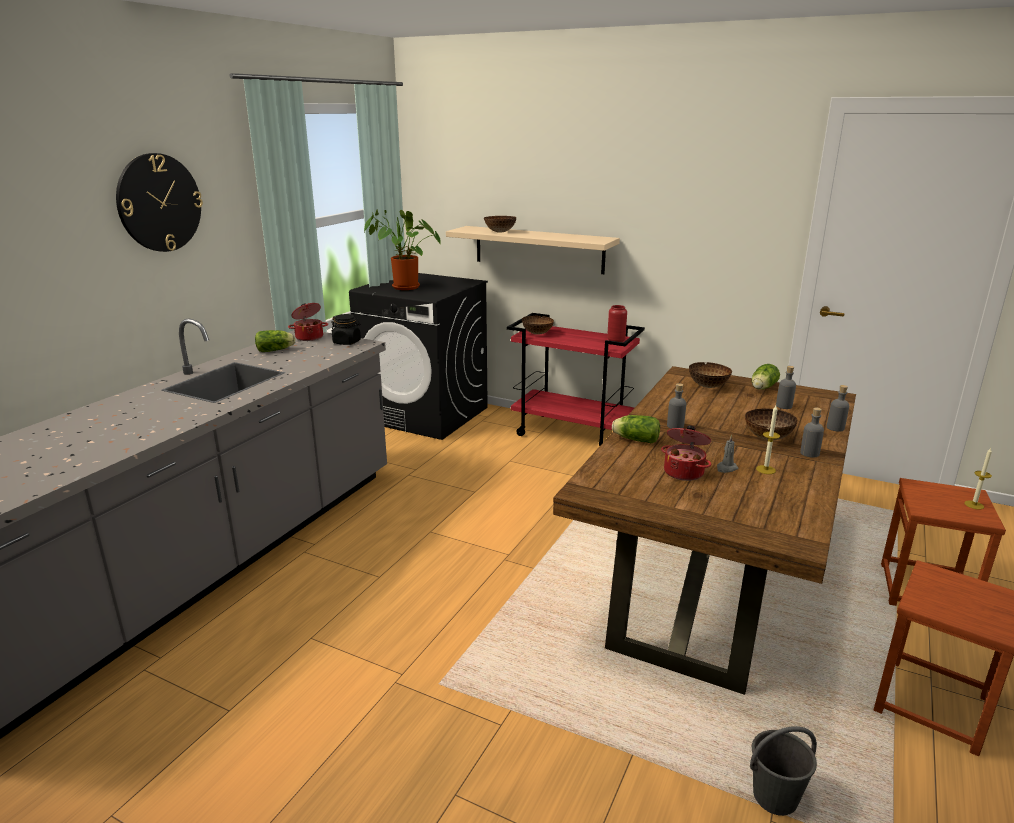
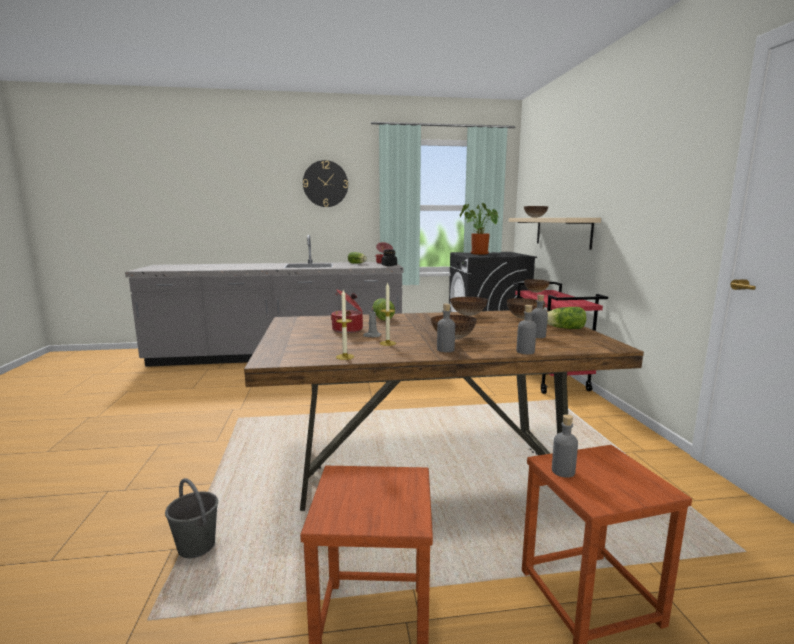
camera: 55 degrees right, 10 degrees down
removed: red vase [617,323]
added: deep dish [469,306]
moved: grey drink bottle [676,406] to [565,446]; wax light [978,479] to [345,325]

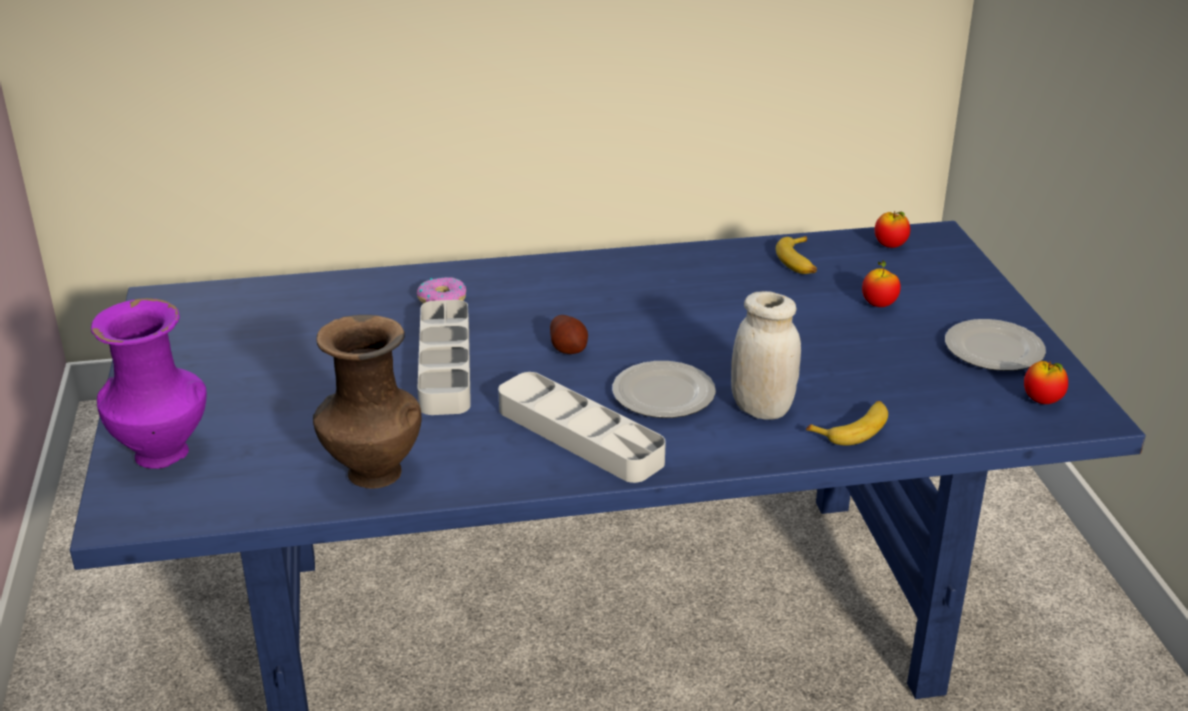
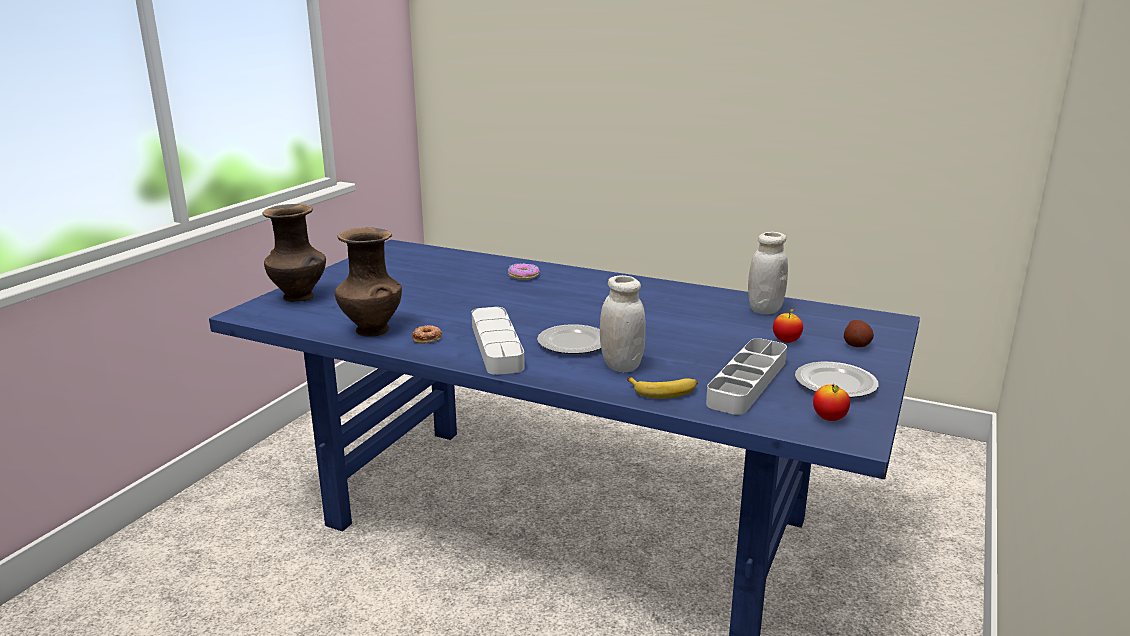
camera: 35 degrees right, 10 degrees down
removed: apple [892,229]
added: doughnut [427,334]
moved: grey serving tray [444,357] to [746,376]; whole potato [569,334] to [859,333]
replaced: banana fruit [796,255] to whitish preserve jar [768,273]
recoloured: purple-coloured vase [149,383] to brown-coloured vase [294,253]

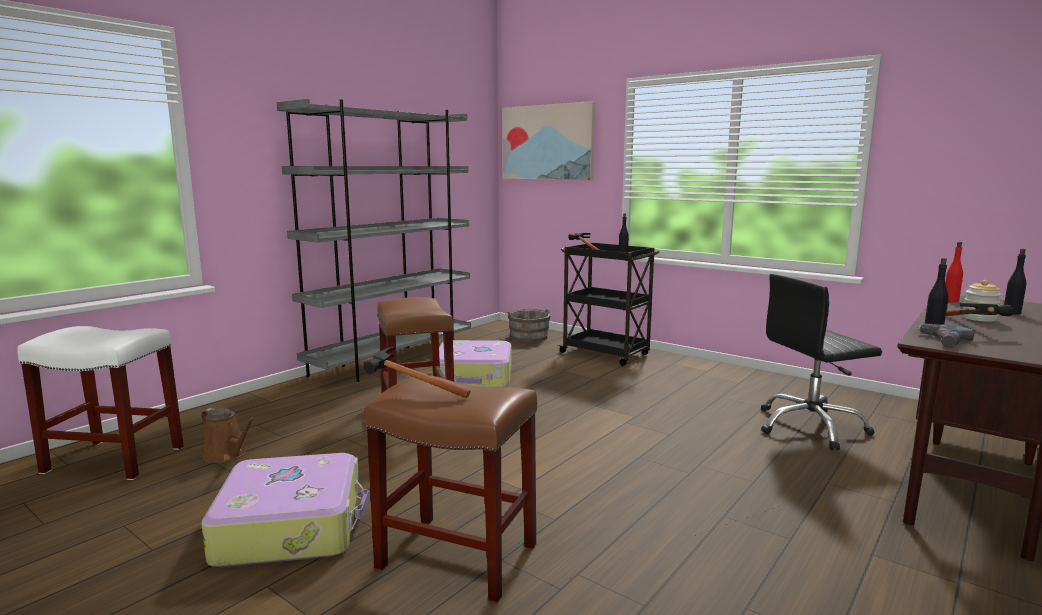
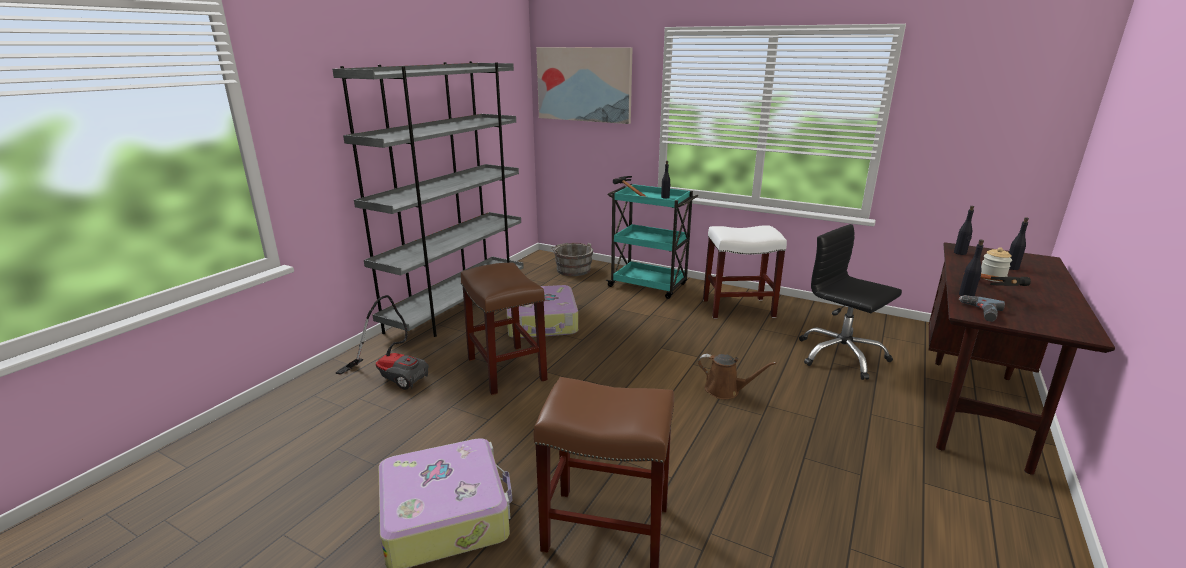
camera: 10 degrees left, 10 degrees up
removed: hand hammer [417,372]
added: vacuum [382,342]
moved: whitish stool seat [100,403] to [745,272]; brown-coloured sprinkling can [228,435] to [737,376]
recoloured: black cart [609,304] to blue-green cart [652,241]; red drink bottle [954,272] to black drink bottle [964,230]
turned: black desk chair [821,362] = [850,302] 75 degrees clockwise

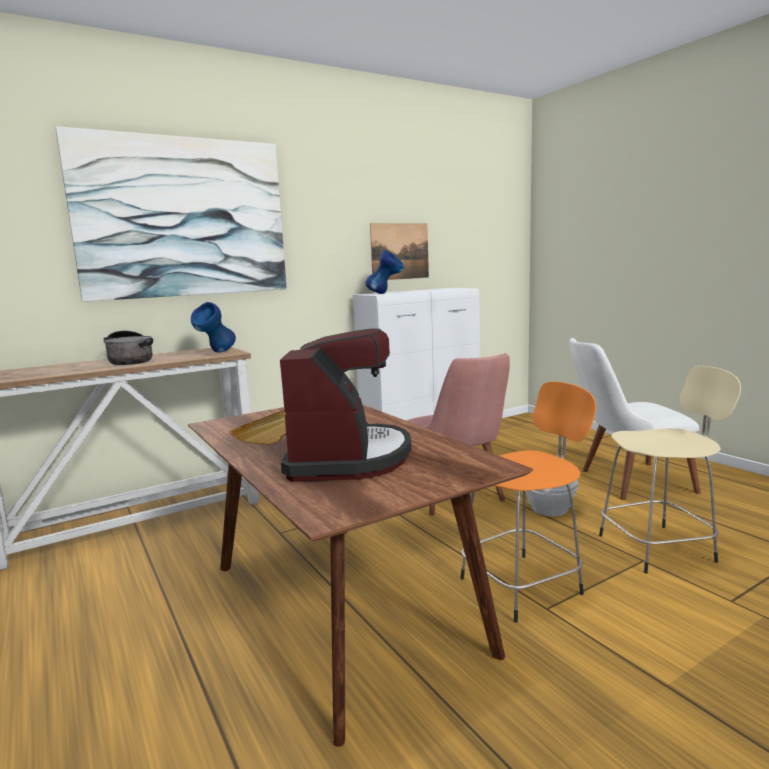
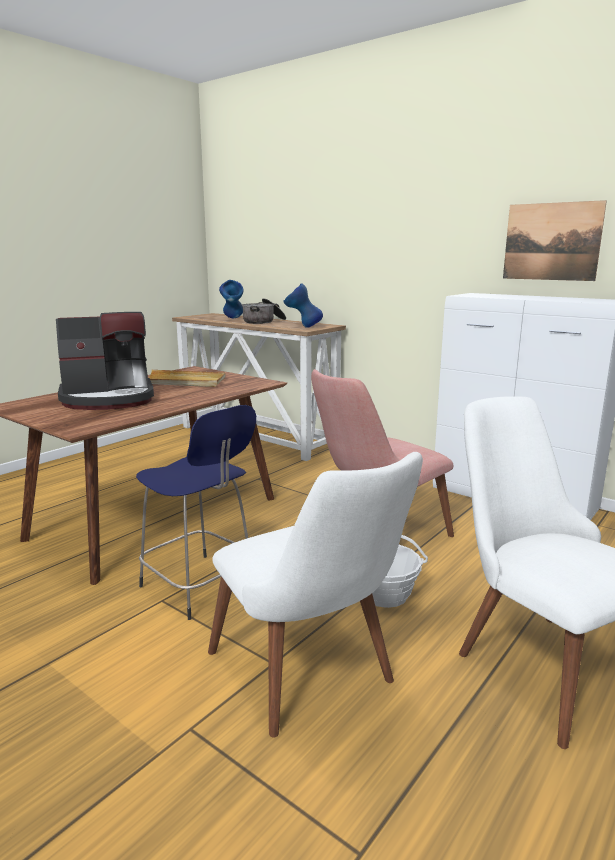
camera: 70 degrees right, 5 degrees up
removed: picture [171,214]
moved: blue vase [384,272] to [231,299]
replaced: sand-coloured stool seat [670,470] to whitish plain chair [315,595]
recoloured: orange-coloured stool seat [528,502] to blue stool seat [196,512]

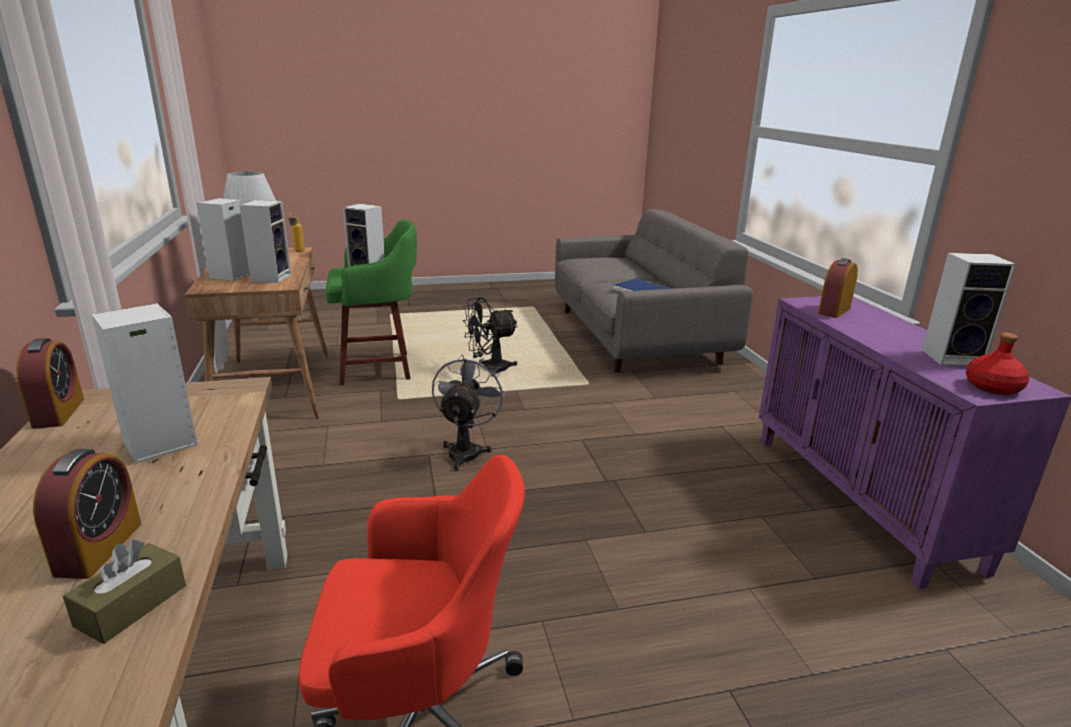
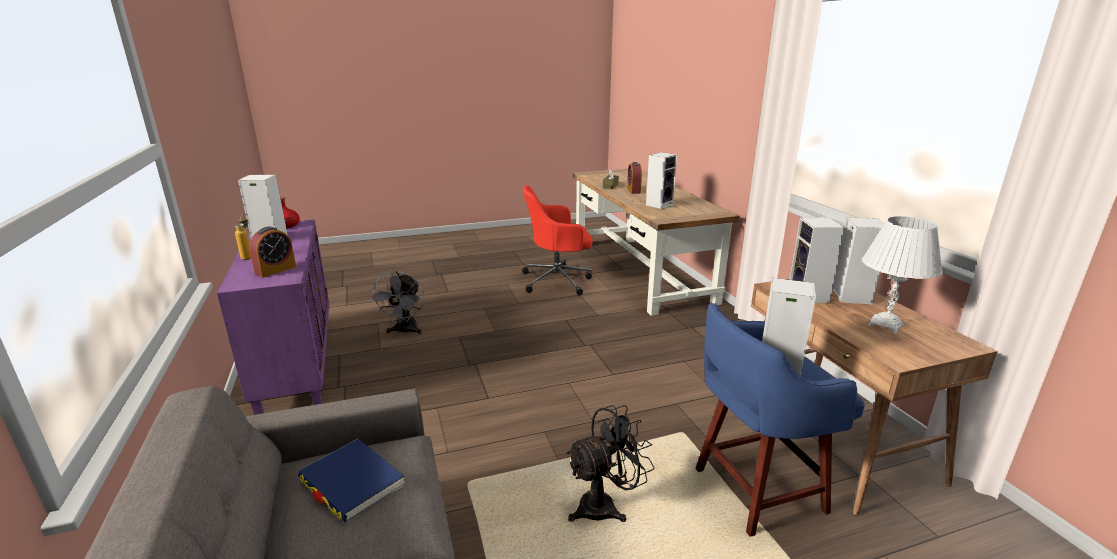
camera: 175 degrees right, 0 degrees up
removed: bedside clock [50,383]
moved: drink bottle [296,232] to [243,237]; grey fan [469,413] to [397,303]
recoloured: green-coloured stool seat [371,302] to blue stool seat [780,420]

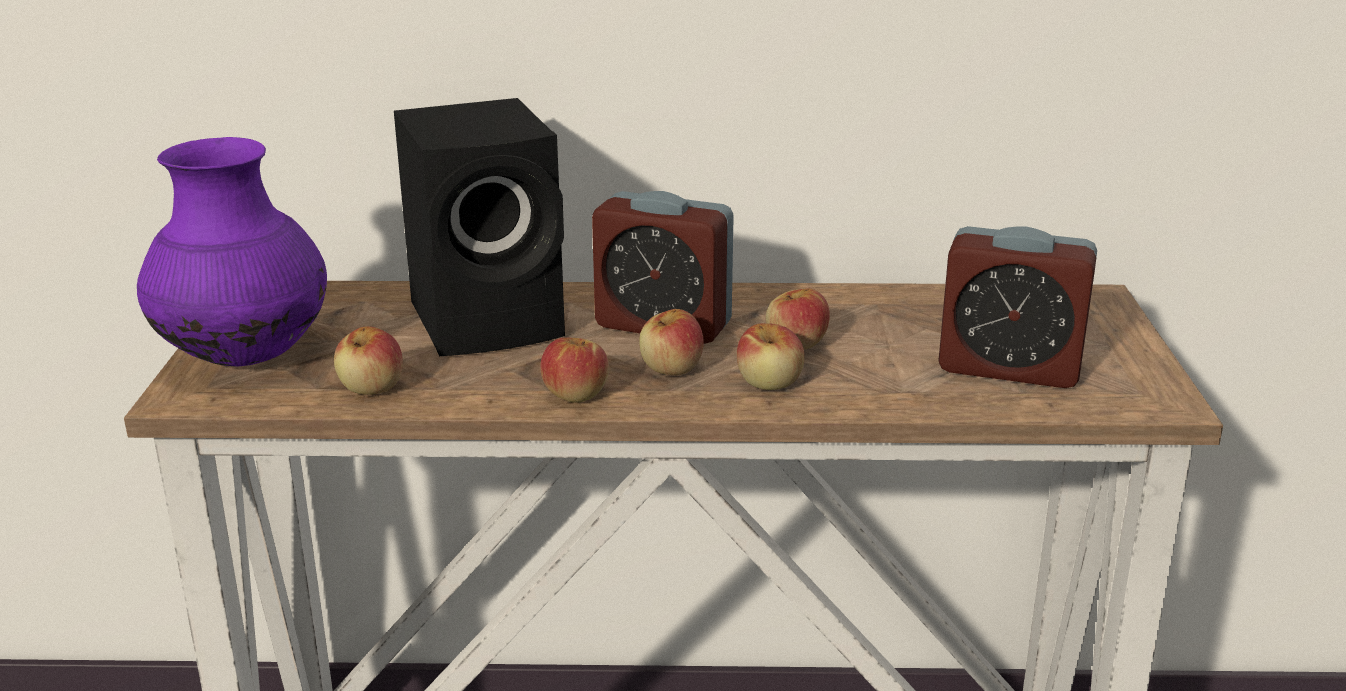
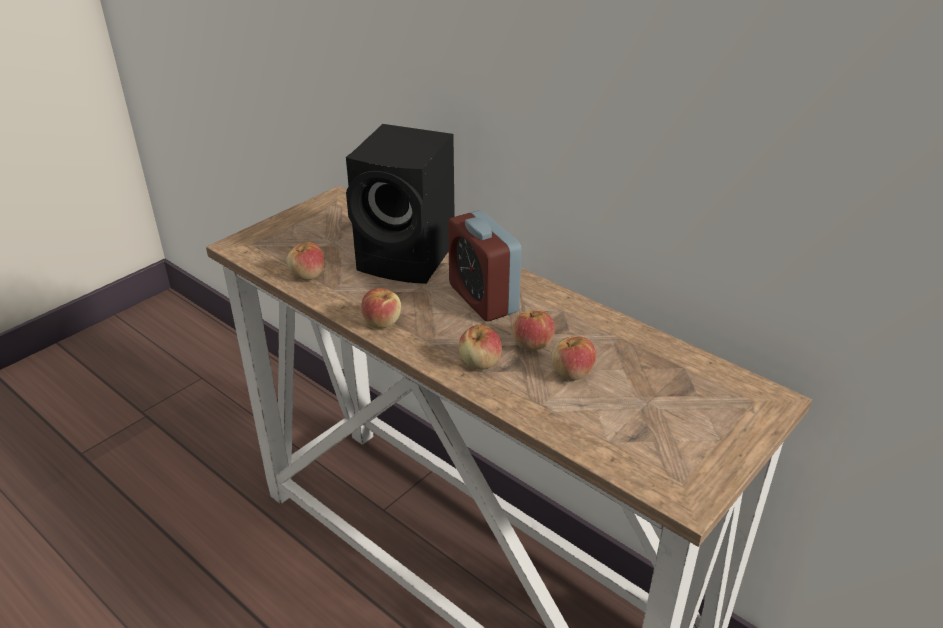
camera: 40 degrees right, 10 degrees up
removed: purple-coloured vase [232,251]; bedside clock [1017,307]
moved: apple [671,342] to [573,358]

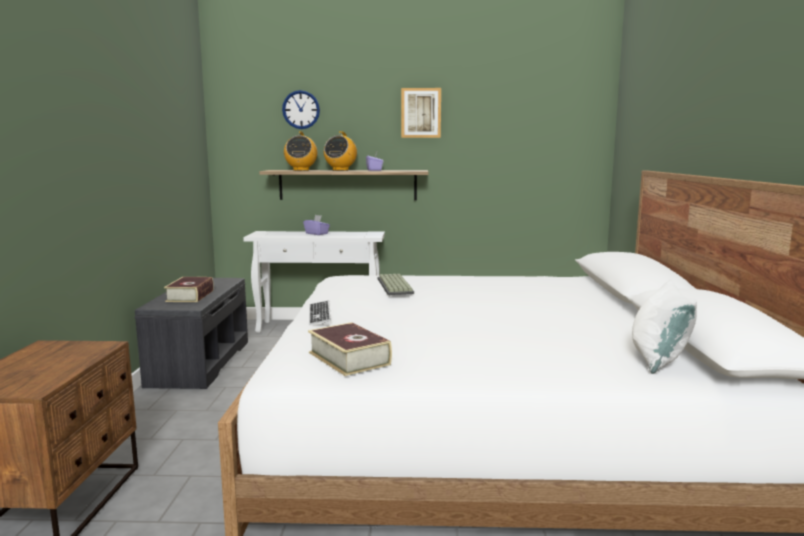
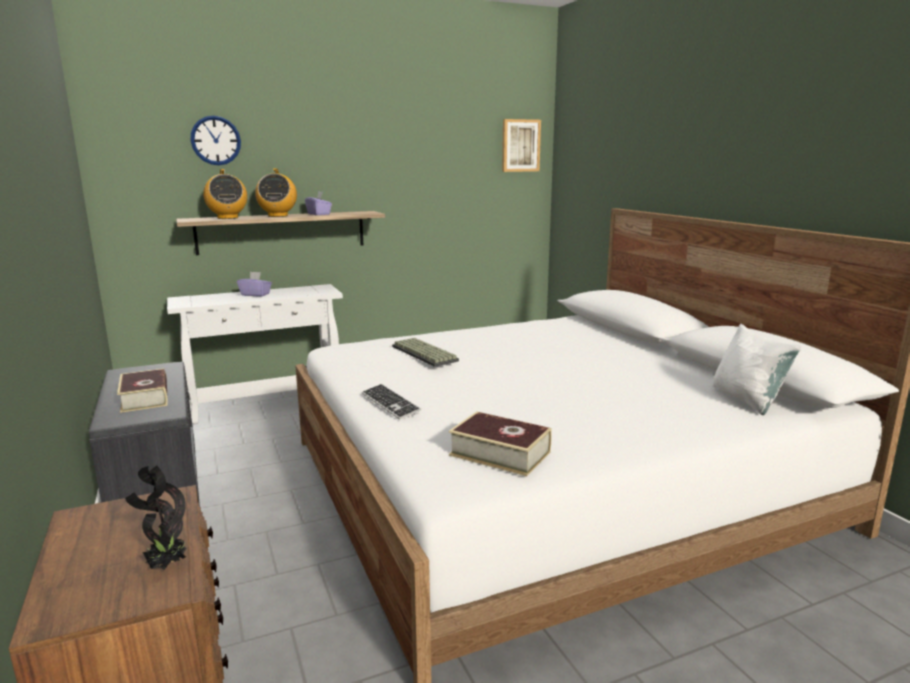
camera: 25 degrees left, 5 degrees up
added: plant in a pot [156,518]
moved: picture [421,113] to [521,145]

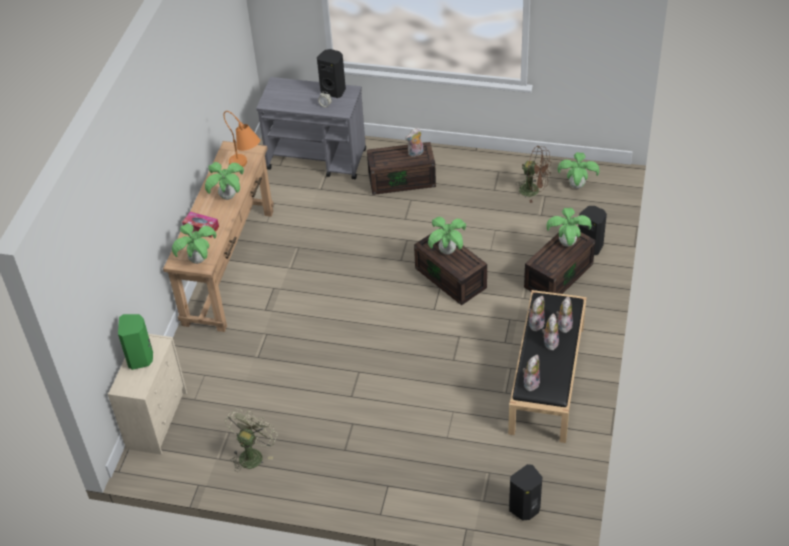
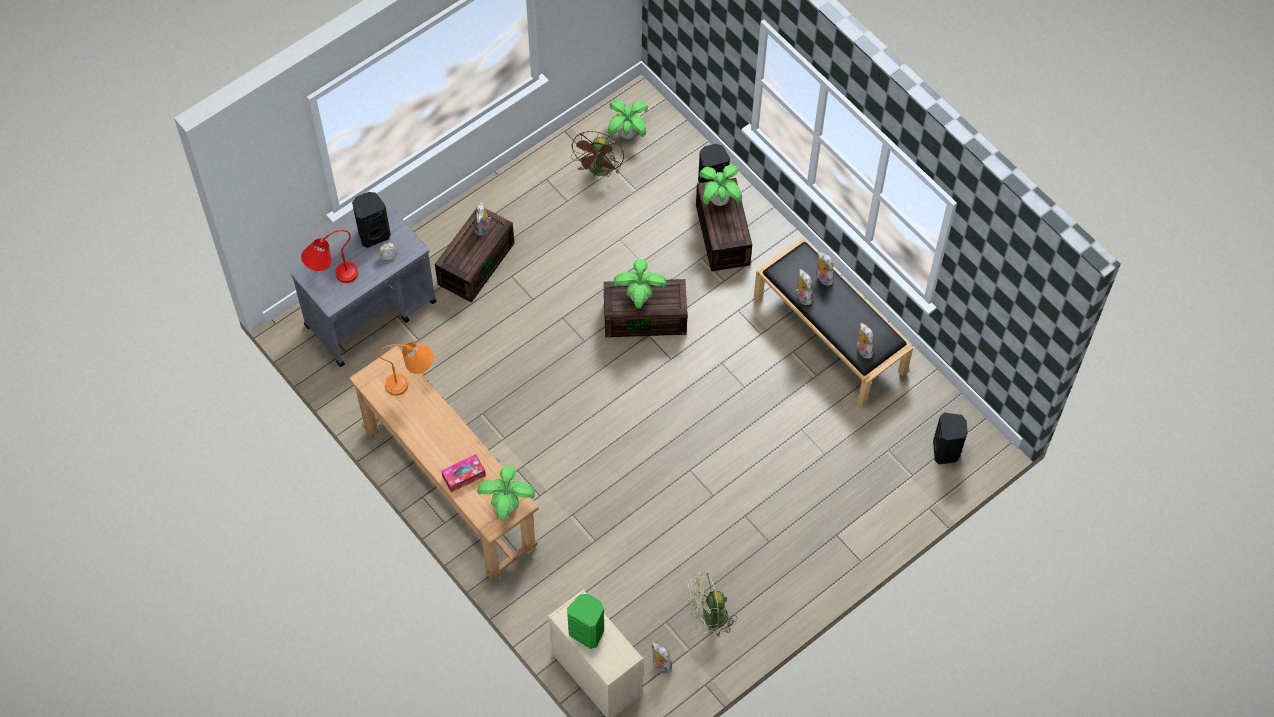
camera: 55 degrees left, 15 degrees up
removed: plant in a pot [224,181]
added: red table lamp [329,256]
moved: cuddly toy [550,331] to [662,658]
turned: brown-coloured fan [533,174] = [597,154] 135 degrees clockwise; green-coloured fan [251,440] = [712,604] 75 degrees counterclockwise

